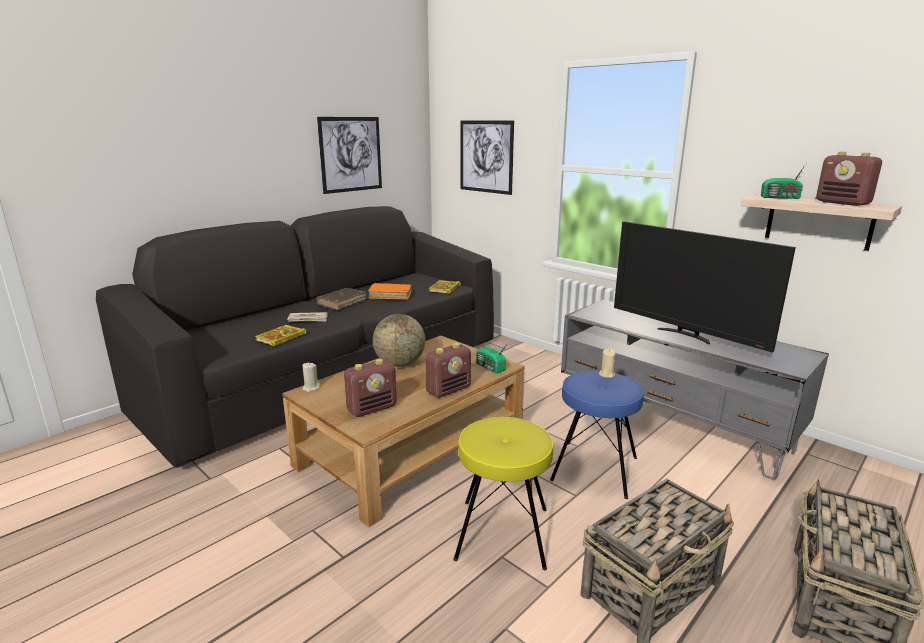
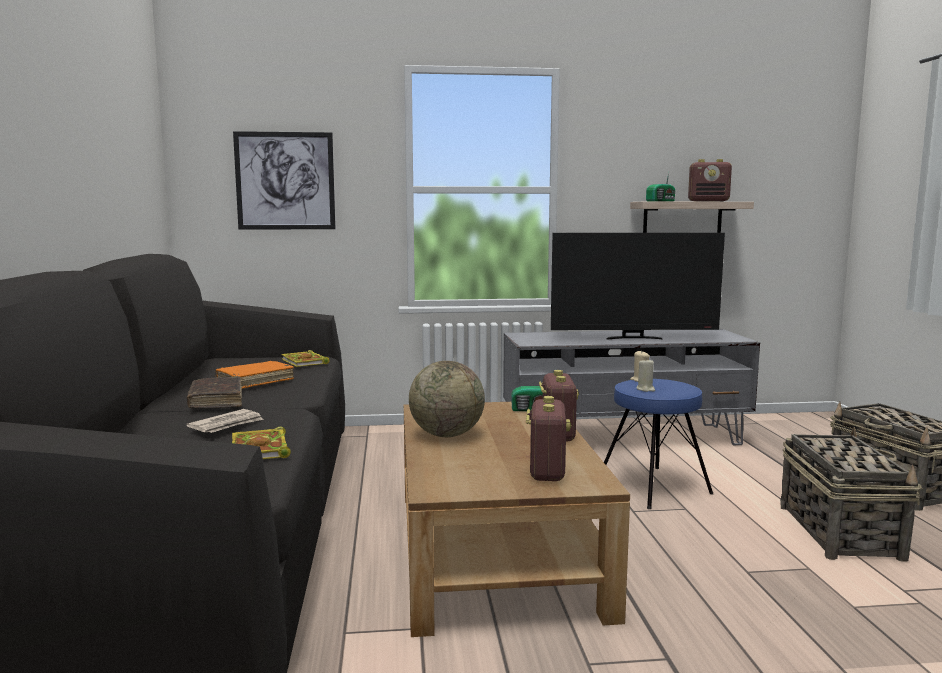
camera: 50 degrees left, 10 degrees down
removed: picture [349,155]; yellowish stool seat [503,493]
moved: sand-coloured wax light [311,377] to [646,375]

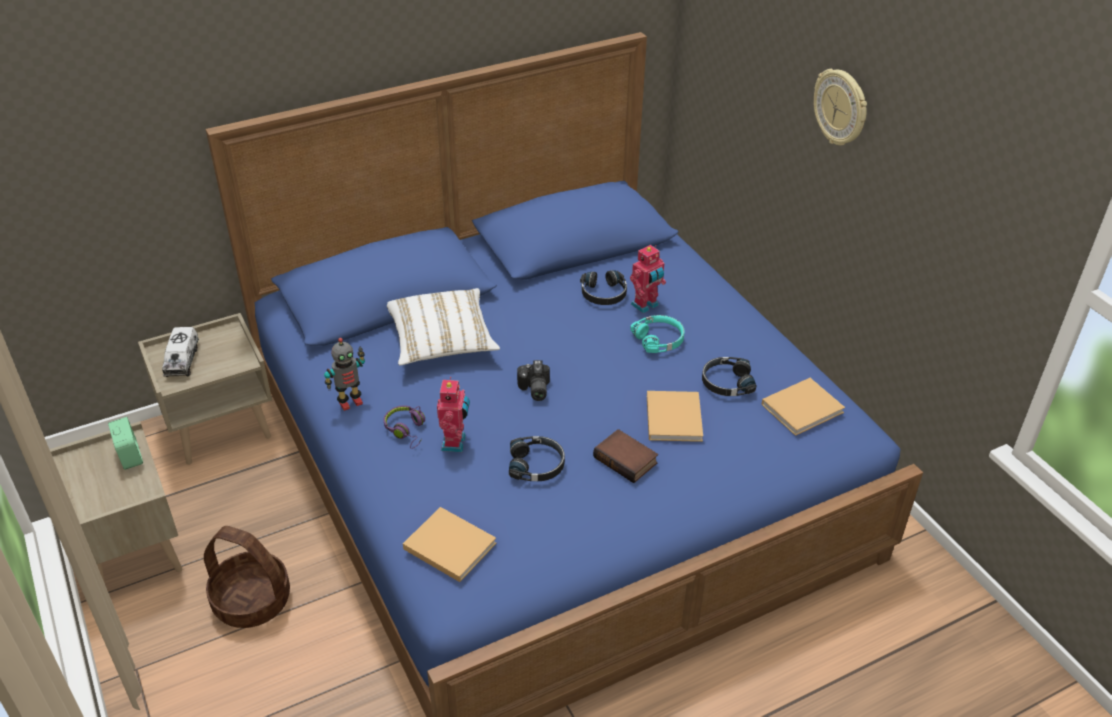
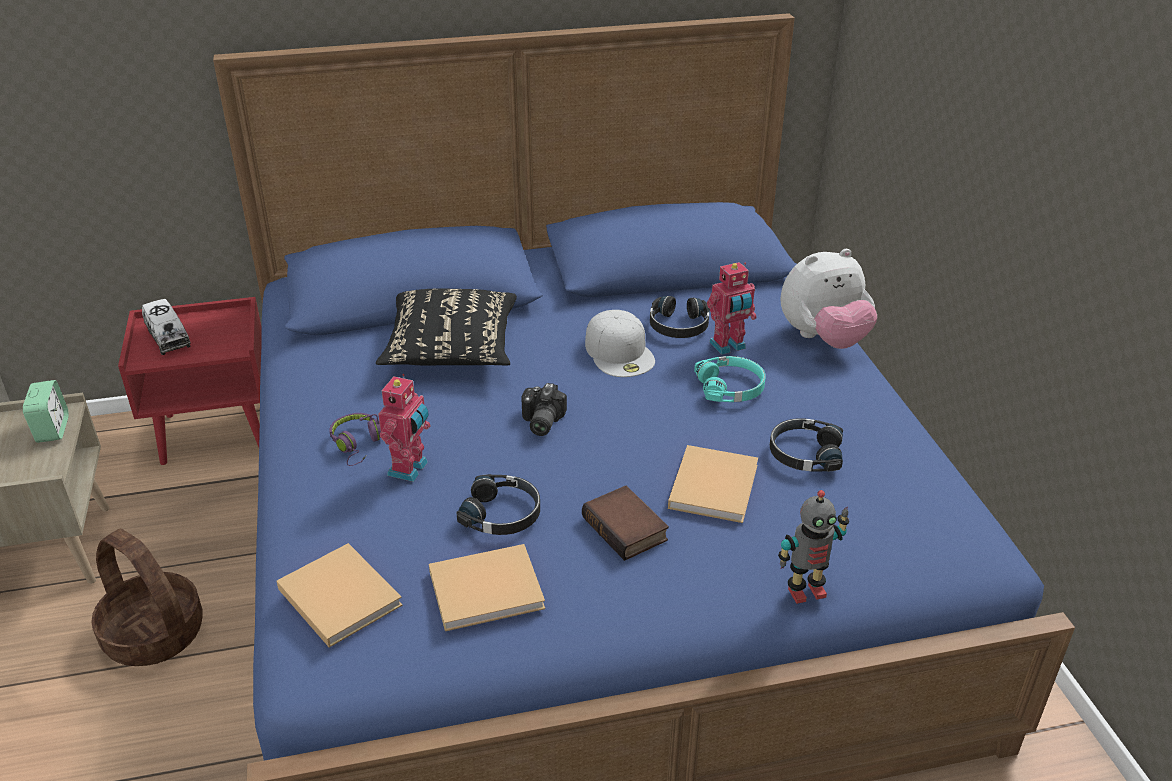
camera: 15 degrees right, 5 degrees down
removed: wall clock [840,107]
added: cuddly toy [828,299]; whitish baseball cap [620,343]
moved: robot figure [344,374] to [813,547]; sand-coloured book [803,407] to [487,587]
recoloured: whitish pillow [443,326] to black pillow [446,327]; sand-coloured night table [205,389] to red night table [190,381]
turned: model truck [180,352] = [166,327] 45 degrees counterclockwise

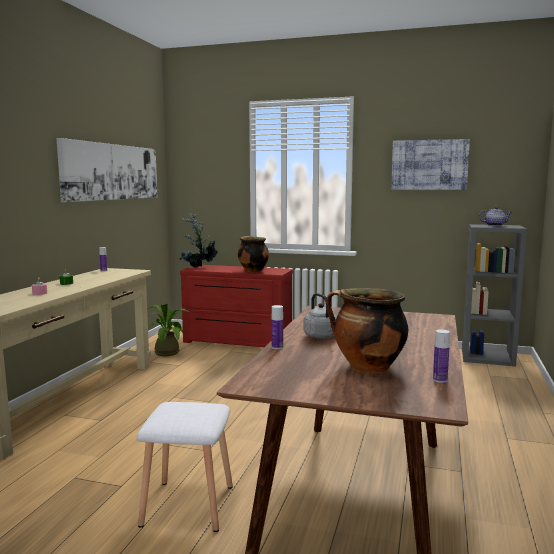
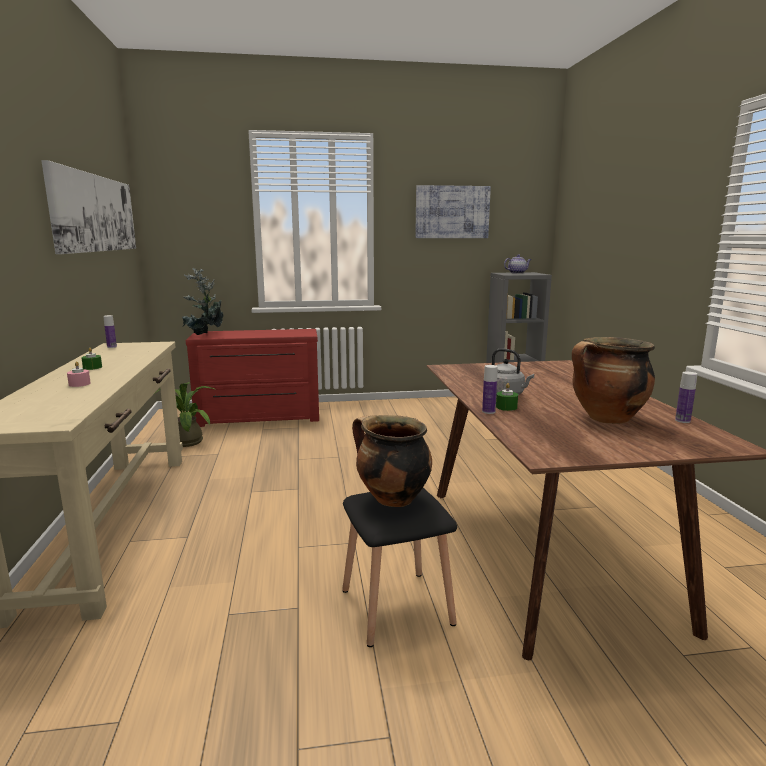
camera: 25 degrees left, 5 degrees up
added: green-coloured wax light [507,397]
moved: stockpot [253,254] to [392,461]
recoloured: whitish stool seat [185,467] to black stool seat [399,567]

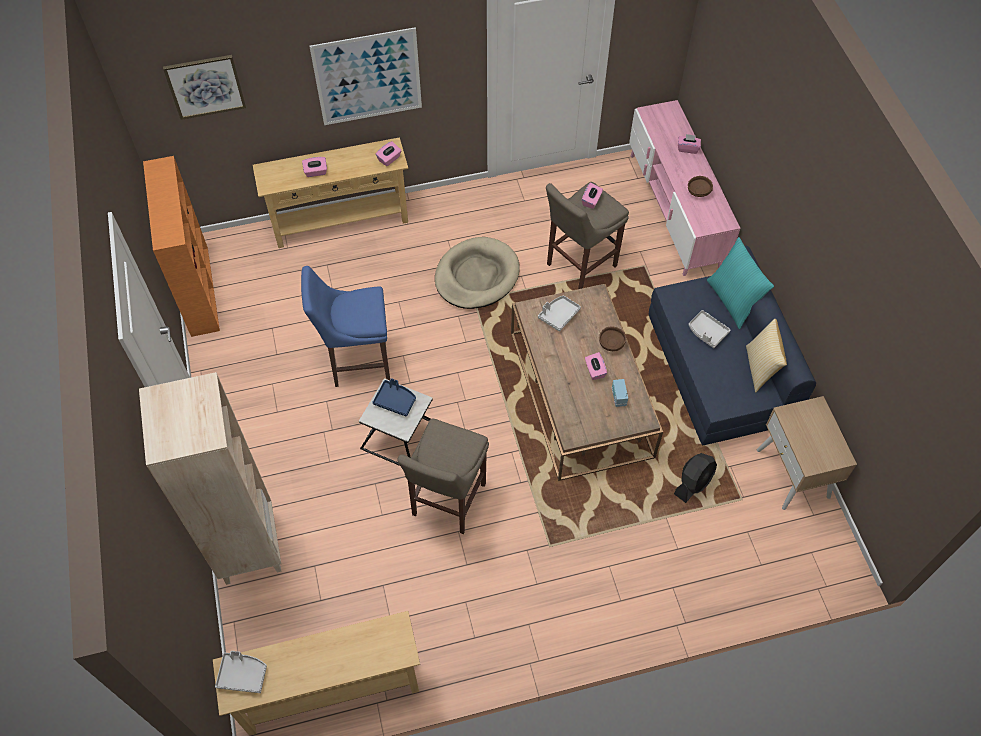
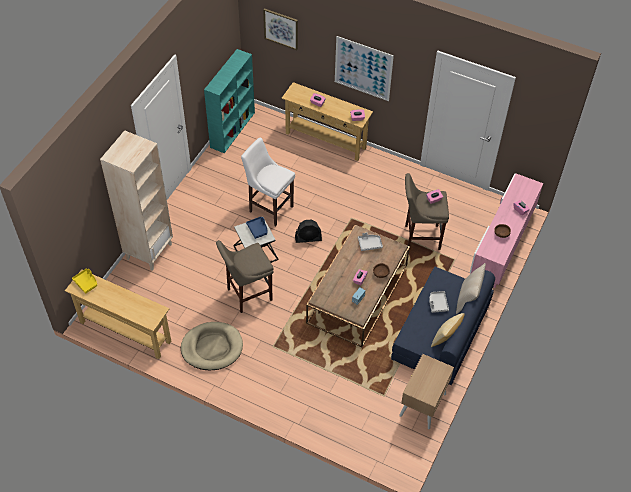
camera: 40 degrees right, 5 degrees down
moved: sand-coloured dog bed [477,273] to [212,346]; black fan [695,478] to [308,231]
recoloured: orange-coloured shelving unit [181,246] to blue-green shelving unit [229,101]; blue-green pillow [740,283] to sand-coloured pillow [471,288]; blue stool seat [345,326] to whitish stool seat [268,182]; grey serving tray [241,672] to yellowish serving tray [84,281]

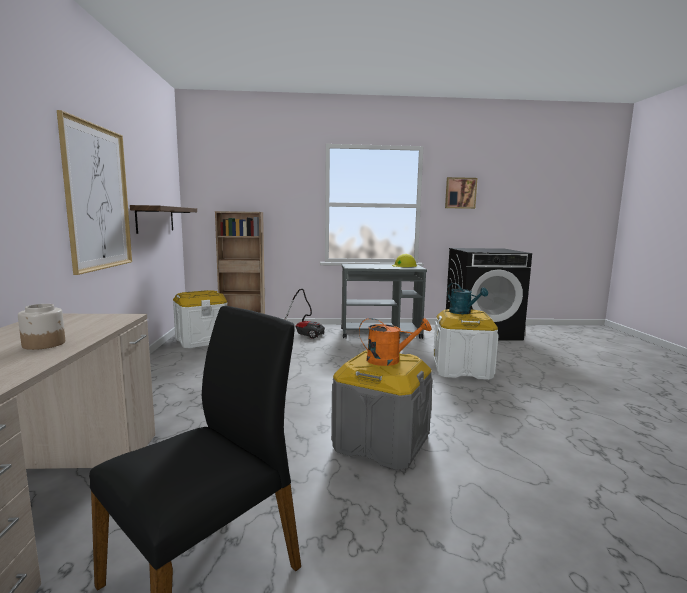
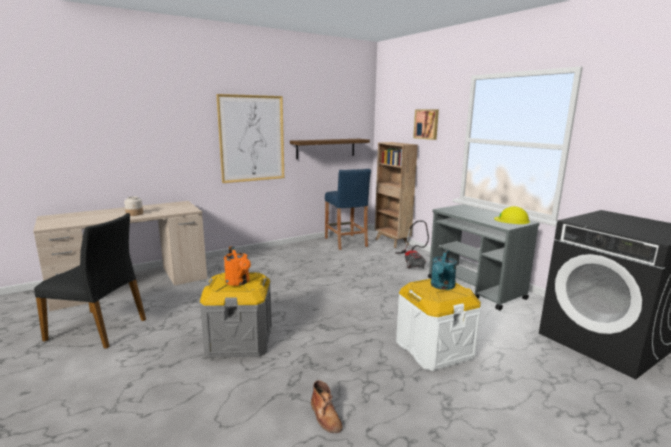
camera: 60 degrees right, 5 degrees up
added: brown-coloured high-top boot [327,406]
moved: picture [461,193] to [426,124]
replaced: whitish storage container [200,319] to blue stool seat [348,209]

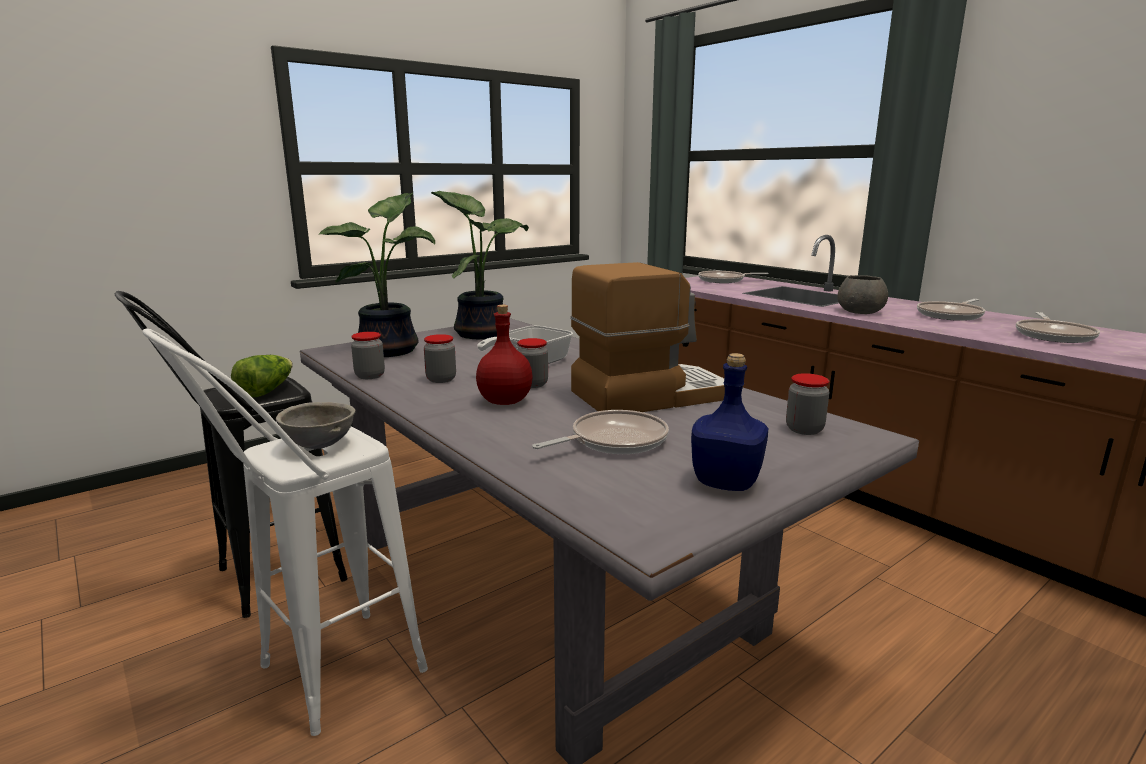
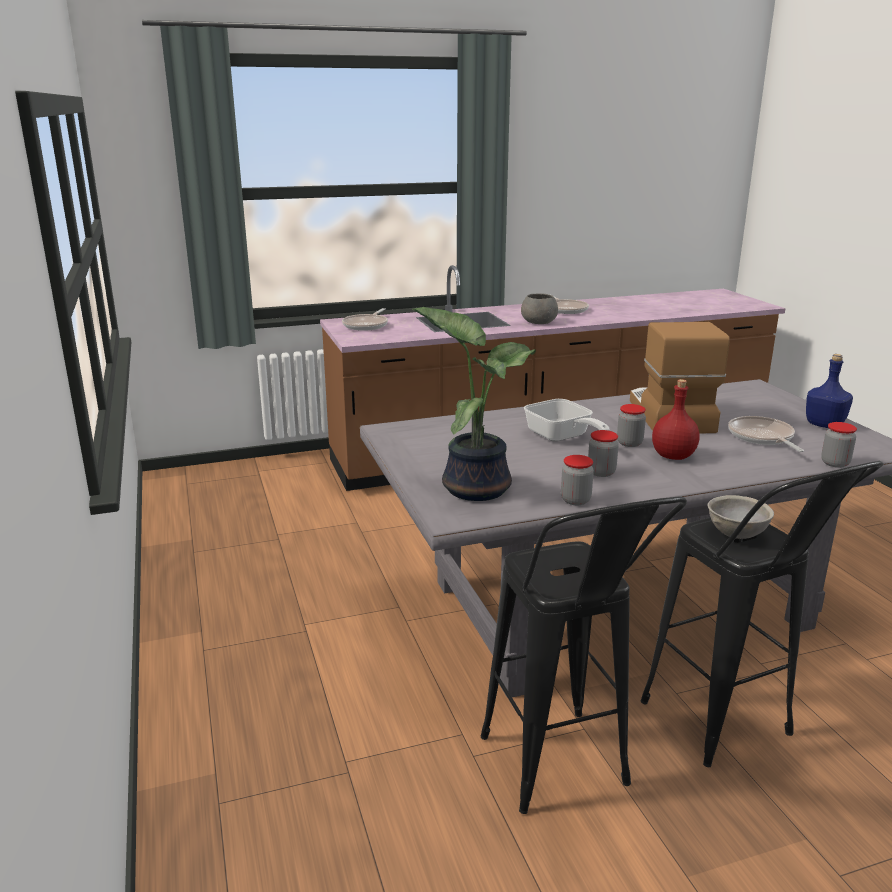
camera: 70 degrees left, 5 degrees up
removed: plant in a pot [480,265]; skillet [1058,327]; head of lettuce [262,376]
moved: preserve jar [808,404] to [839,445]
recoloured: whitish stool seat [285,532] to black stool seat [762,614]

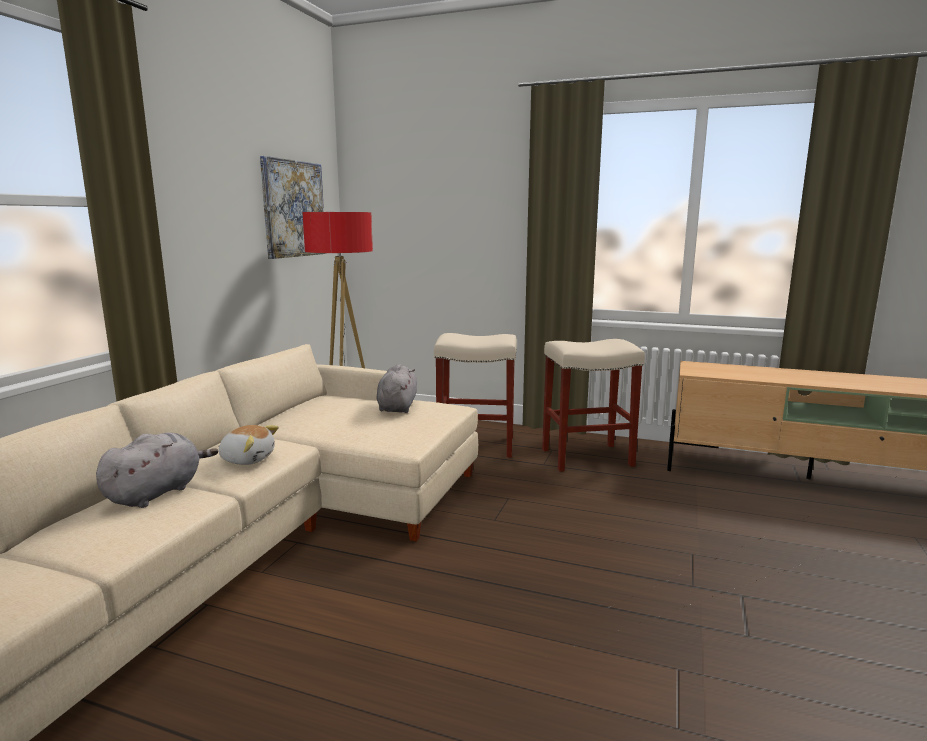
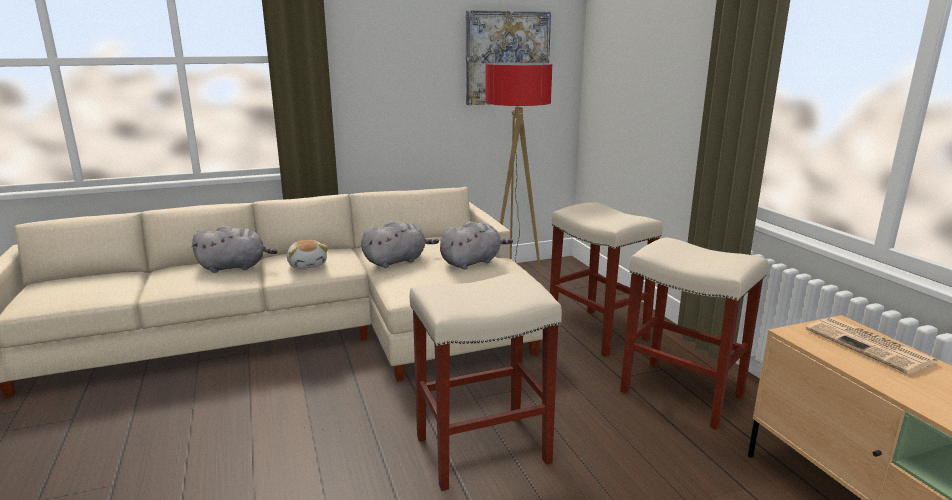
camera: 50 degrees right, 5 degrees up
added: grey cuddly toy [400,244]; sand-coloured stool seat [486,381]; printed paper [872,345]

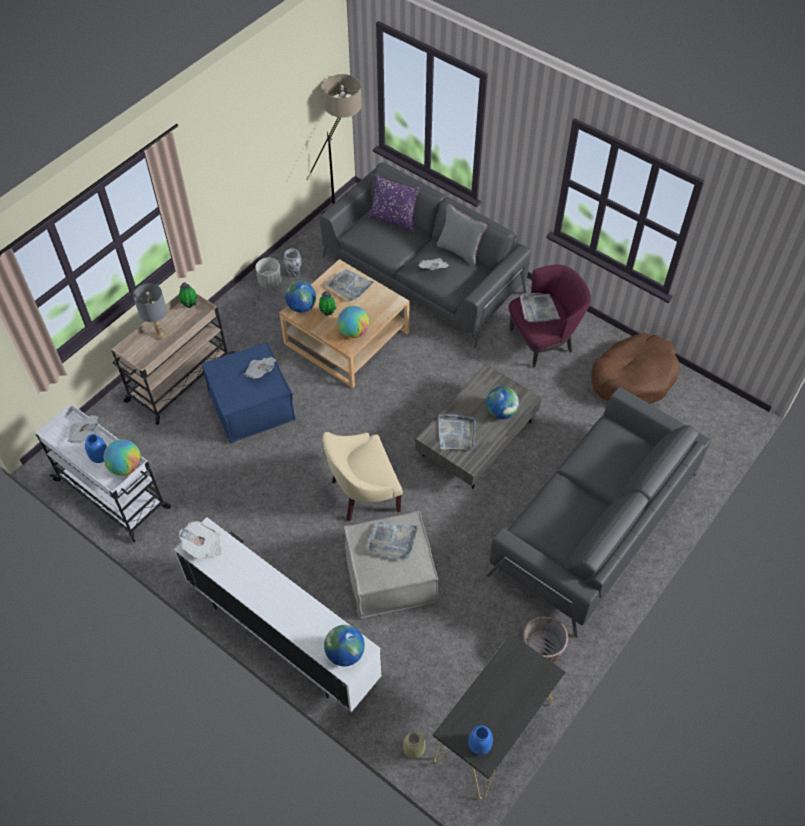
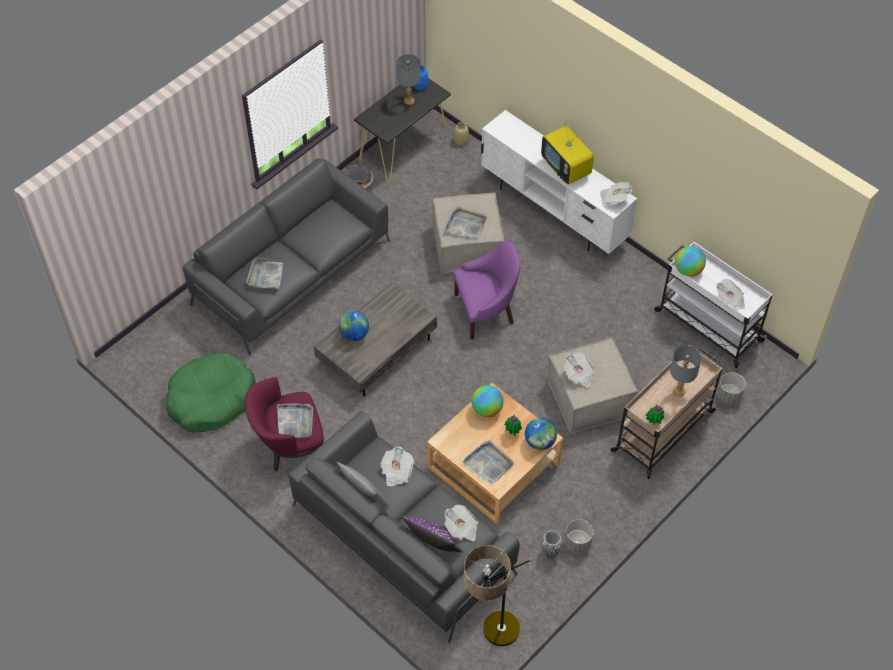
camera: 175 degrees left, 0 degrees up
removed: blue vase [96,448]; world globe [344,645]
added: grey table lamp [408,79]; television [567,153]; grey flower pot [731,388]; printed paper [461,523]
moved: grey serving tray [457,432] to [264,273]
recoloured: brown-coloured dog bed [635,368] to green-coloured dog bed [211,393]; blue pouffe [249,392] to sand-coloured pouffe [592,385]; sand-coloured armchair [363,476] to purple-coloured armchair [486,290]

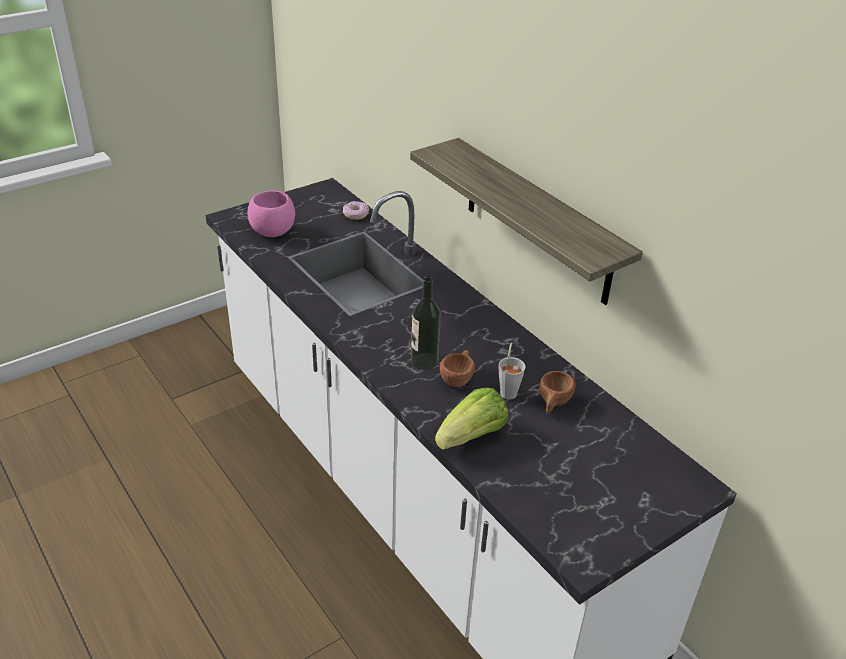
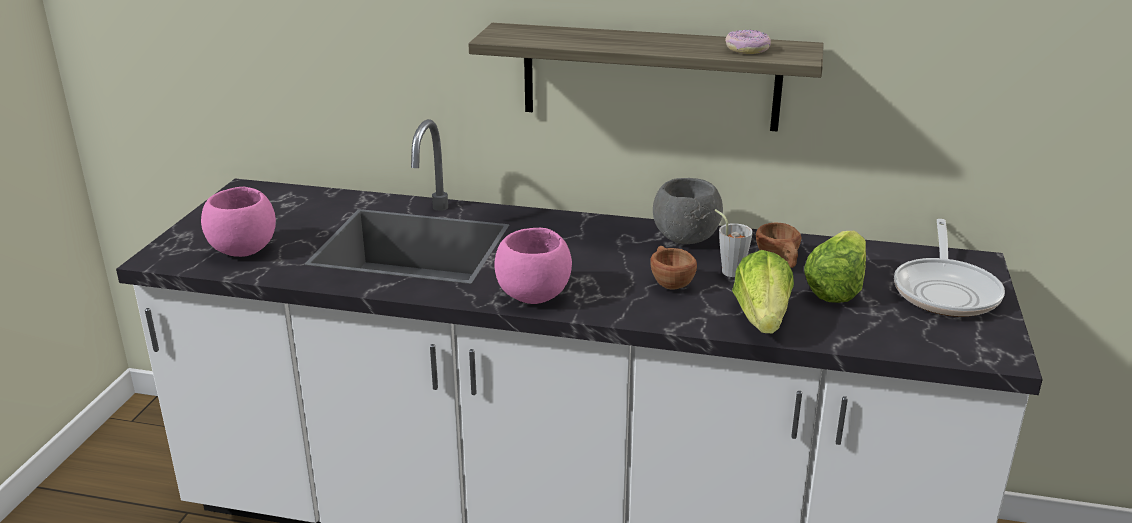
camera: 40 degrees left, 10 degrees down
removed: drink bottle [426,323]
added: grey deep dish [688,211]; skillet [949,268]; pink-coloured deep dish [533,266]; head of lettuce [835,267]
moved: doughnut [356,210] to [748,42]

